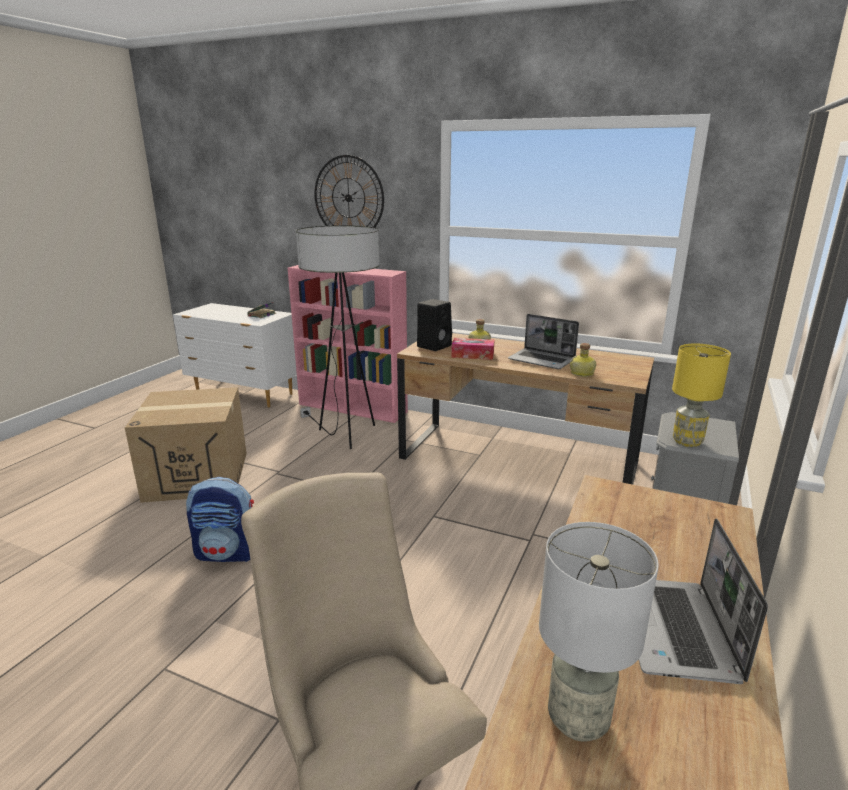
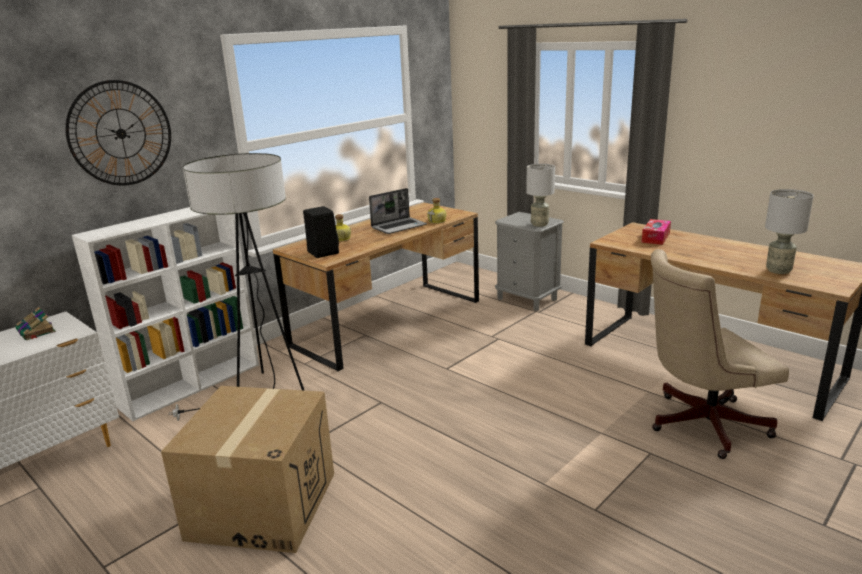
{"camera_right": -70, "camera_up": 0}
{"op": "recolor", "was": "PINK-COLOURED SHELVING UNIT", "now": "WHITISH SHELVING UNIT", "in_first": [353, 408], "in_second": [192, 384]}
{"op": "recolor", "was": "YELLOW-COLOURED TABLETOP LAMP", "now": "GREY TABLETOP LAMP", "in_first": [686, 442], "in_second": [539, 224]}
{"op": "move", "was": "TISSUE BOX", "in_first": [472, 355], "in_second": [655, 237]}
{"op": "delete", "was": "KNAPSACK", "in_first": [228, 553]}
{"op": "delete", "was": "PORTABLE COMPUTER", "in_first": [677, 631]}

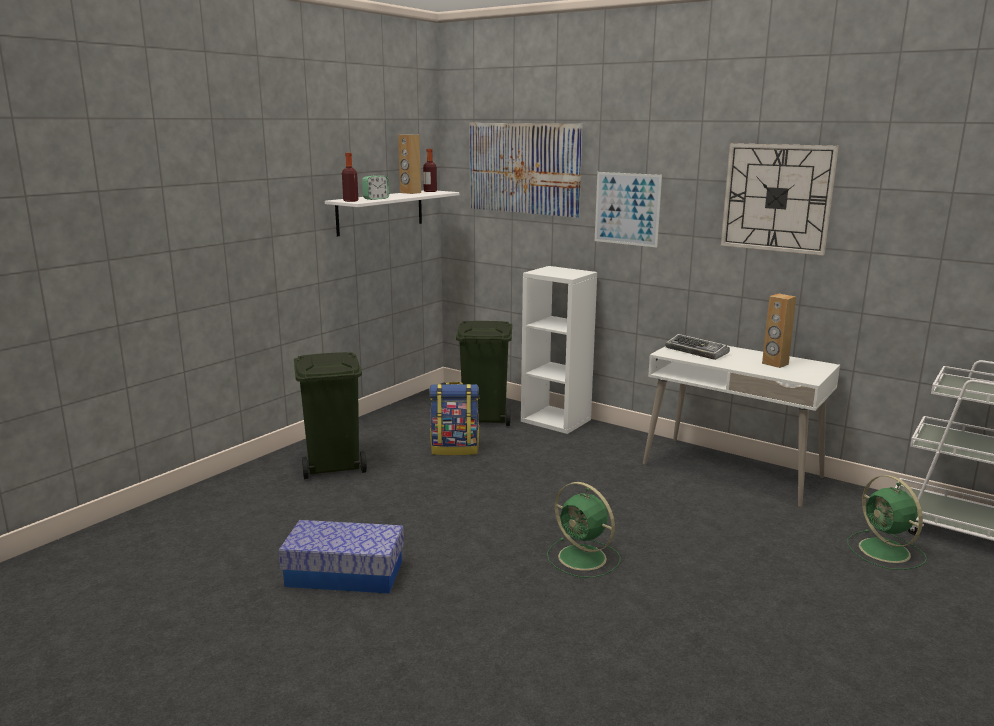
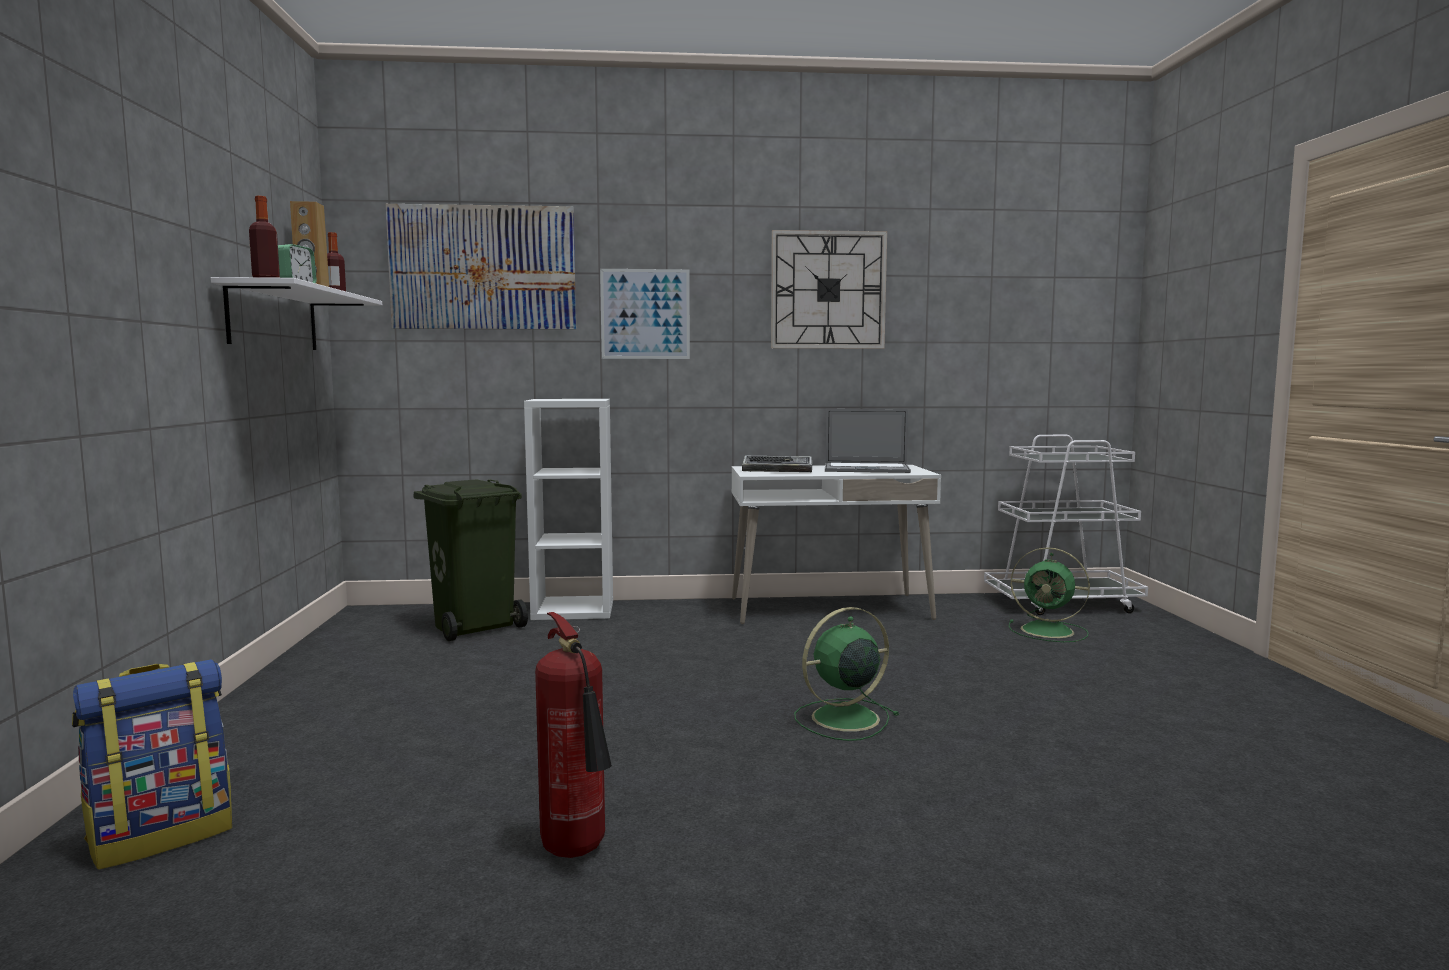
{"camera_right": -40, "camera_up": -10}
{"op": "move", "was": "KNAPSACK", "in_first": [455, 449], "in_second": [163, 835]}
{"op": "replace", "was": "STORAGE CONTAINER", "now": "EXTINGUISHER", "in_first": [345, 574], "in_second": [578, 852]}
{"op": "rotate", "was": "GREEN ELECTRIC FAN", "in_first": [584, 558], "in_second": [842, 719], "clockwise": 150}
{"op": "replace", "was": "BROWNISH AUDIO SPEAKER", "now": "PORTABLE COMPUTER", "in_first": [775, 364], "in_second": [866, 469]}
{"op": "delete", "was": "GREEN RUBBISH BIN", "in_first": [334, 465]}

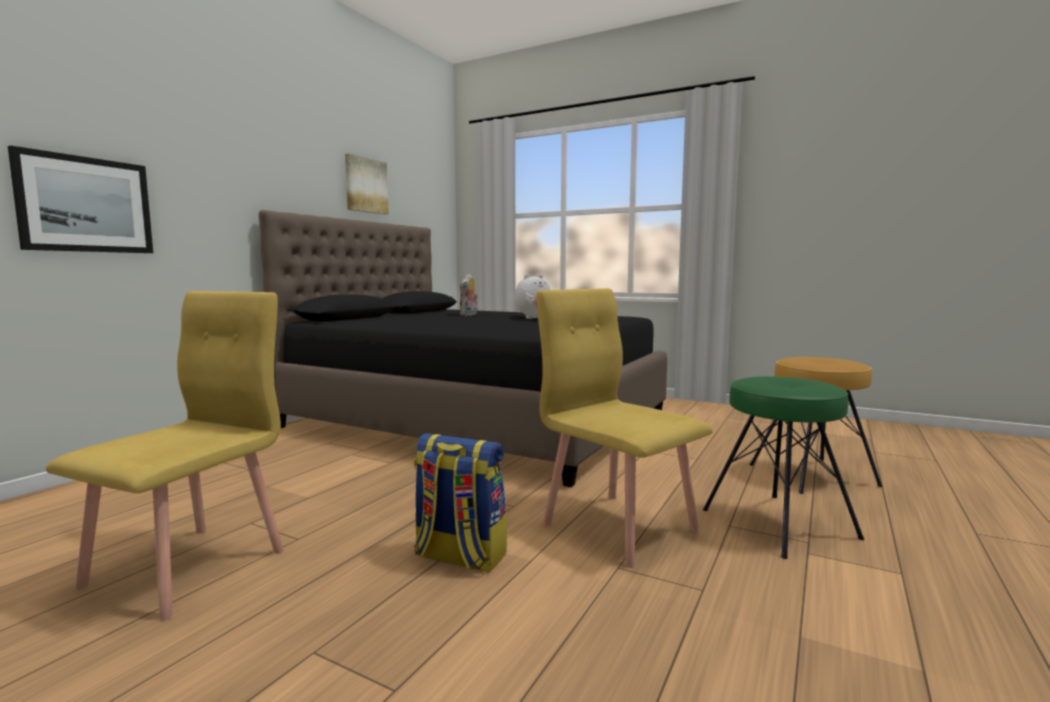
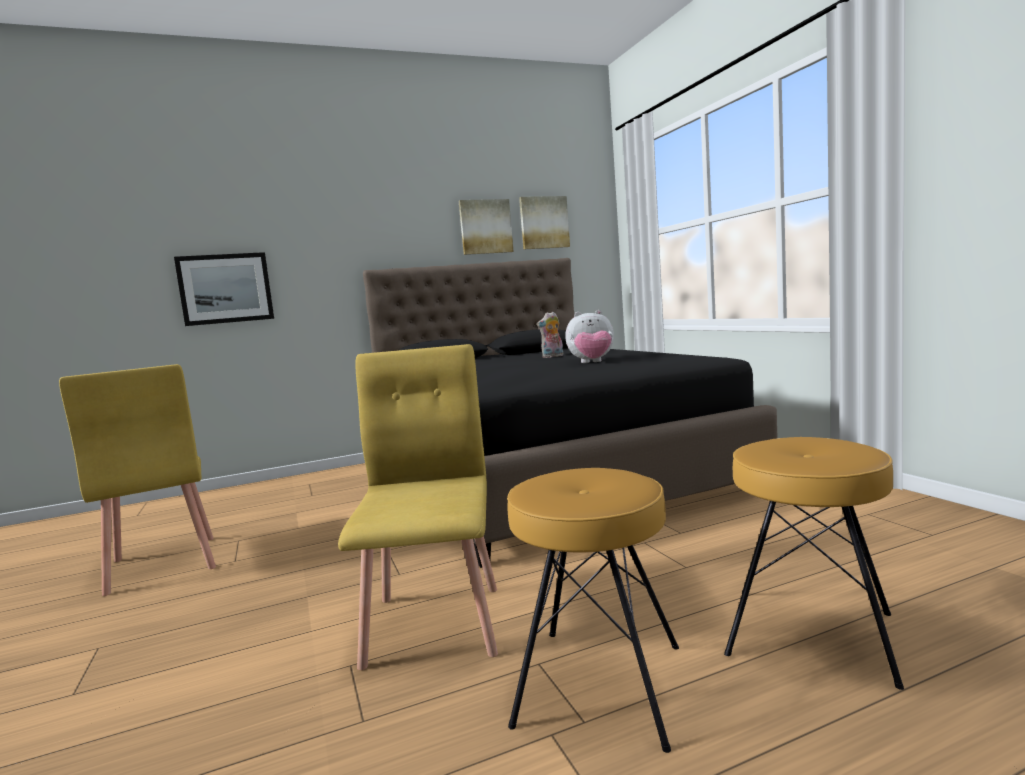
{"camera_right": 40, "camera_up": 0}
{"op": "rotate", "was": "YELLOW-COLOURED UPRIGHT CHAIR", "in_first": [189, 567], "in_second": [162, 565], "clockwise": 90}
{"op": "recolor", "was": "GREEN STOOL SEAT", "now": "BROWNISH STOOL SEAT", "in_first": [778, 524], "in_second": [598, 684]}
{"op": "insert", "now": "WALL PICTURE", "in_second": [544, 222]}
{"op": "delete", "was": "KNAPSACK", "in_first": [459, 557]}

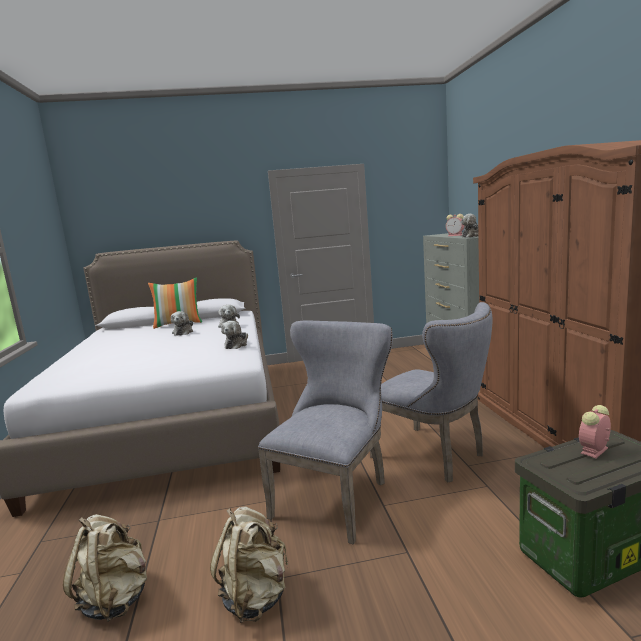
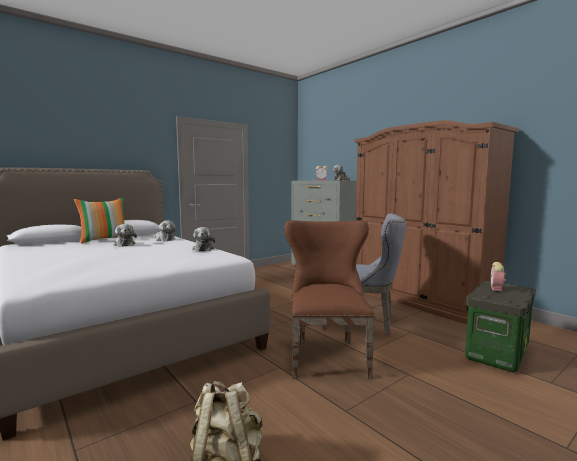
{"camera_right": -30, "camera_up": -5}
{"op": "recolor", "was": "GREY UPRIGHT CHAIR", "now": "BROWNISH UPRIGHT CHAIR", "in_first": [336, 496], "in_second": [327, 354]}
{"op": "delete", "was": "BEIGE-COLOURED KNAPSACK", "in_first": [256, 596]}

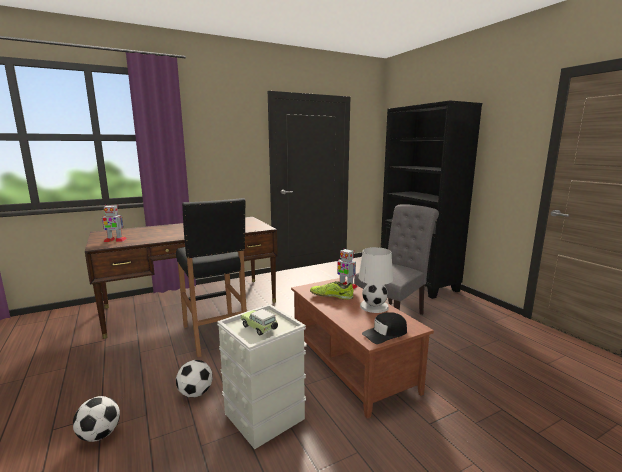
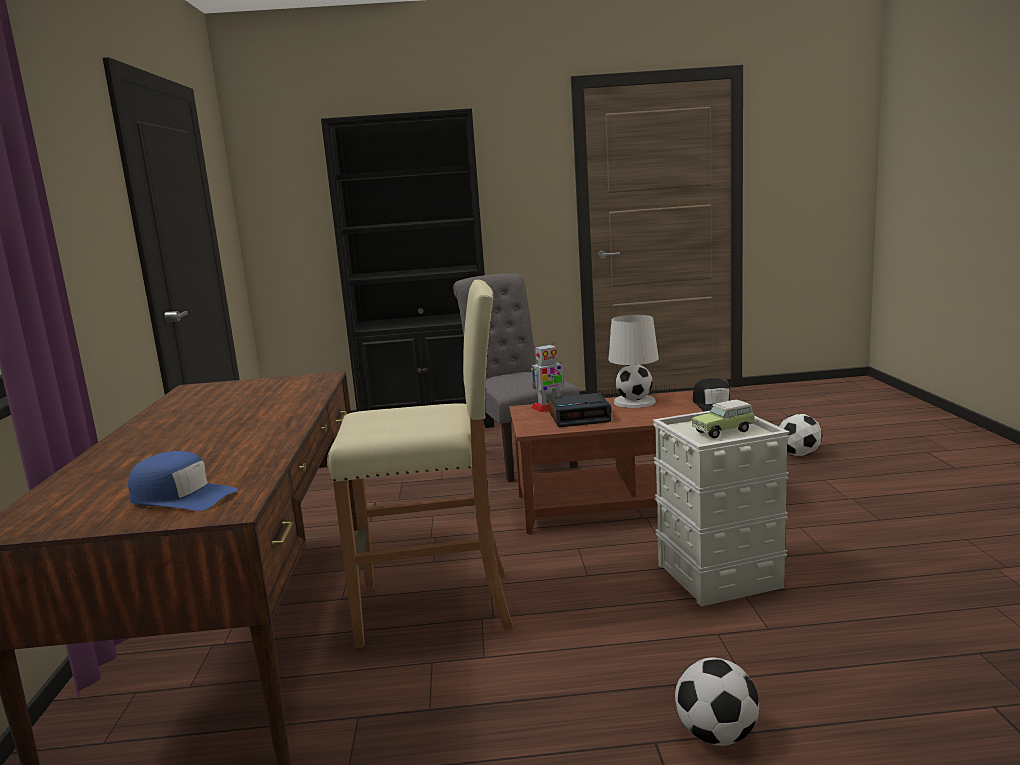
{"camera_right": -65, "camera_up": 0}
{"op": "replace", "was": "TOY ROBOT", "now": "BLUISH BASEBALL CAP", "in_first": [115, 240], "in_second": [182, 497]}
{"op": "recolor", "was": "BLACK STOOL SEAT", "now": "BEIGE-COLOURED STOOL SEAT", "in_first": [215, 335], "in_second": [437, 607]}
{"op": "replace", "was": "SHOE", "now": "TABLE CLOCK", "in_first": [331, 296], "in_second": [579, 417]}
{"op": "move", "was": "BALL FOR FOOTBALL", "in_first": [195, 393], "in_second": [799, 454]}

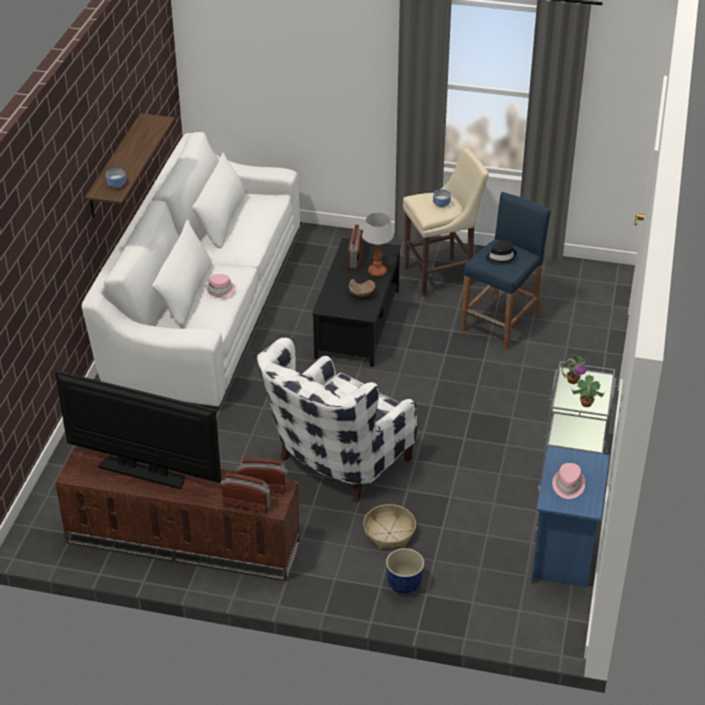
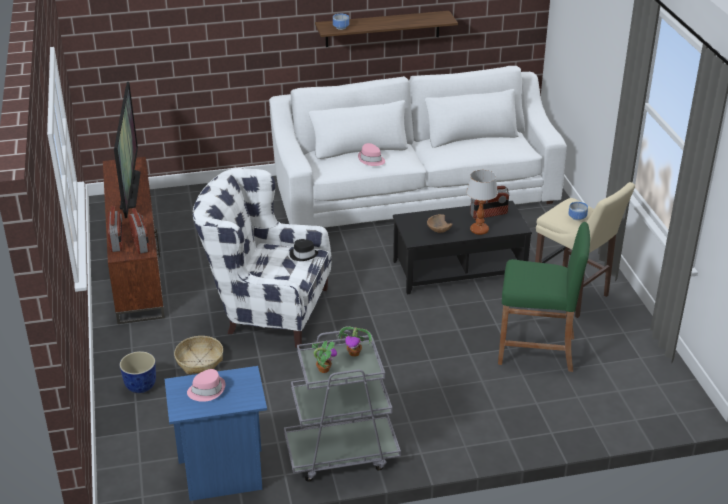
{"camera_right": 65, "camera_up": -5}
{"op": "move", "was": "BLACK WEARABLE HAT", "in_first": [501, 257], "in_second": [303, 255]}
{"op": "recolor", "was": "BLUISH STOOL SEAT", "now": "GREEN STOOL SEAT", "in_first": [501, 322], "in_second": [536, 350]}

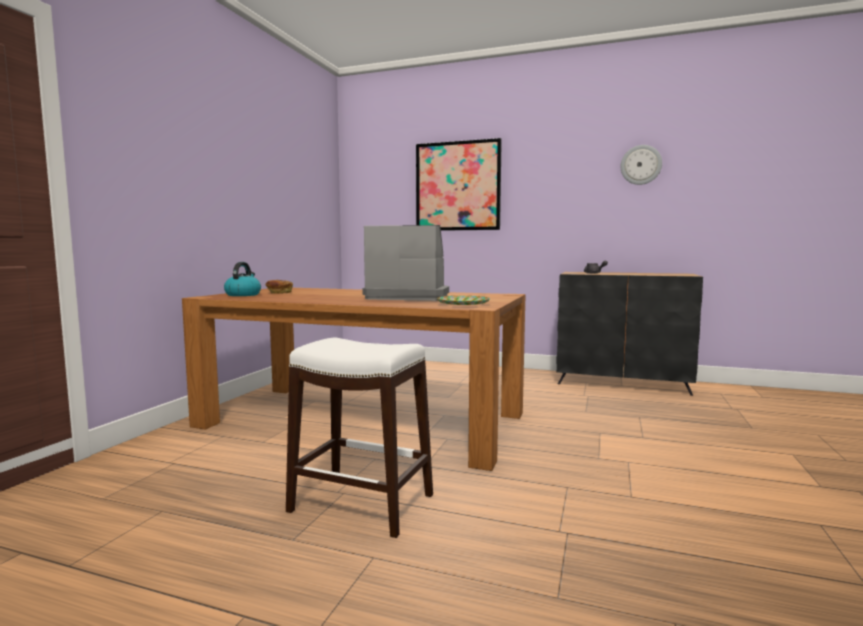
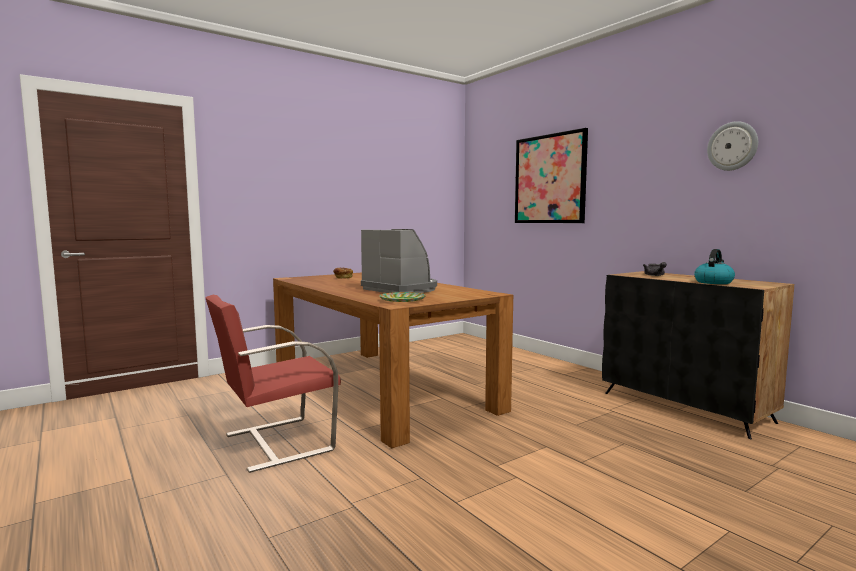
{"camera_right": 35, "camera_up": 0}
{"op": "replace", "was": "WHITISH STOOL SEAT", "now": "RED UPRIGHT CHAIR", "in_first": [361, 503], "in_second": [276, 442]}
{"op": "move", "was": "KETTLE", "in_first": [243, 295], "in_second": [713, 282]}

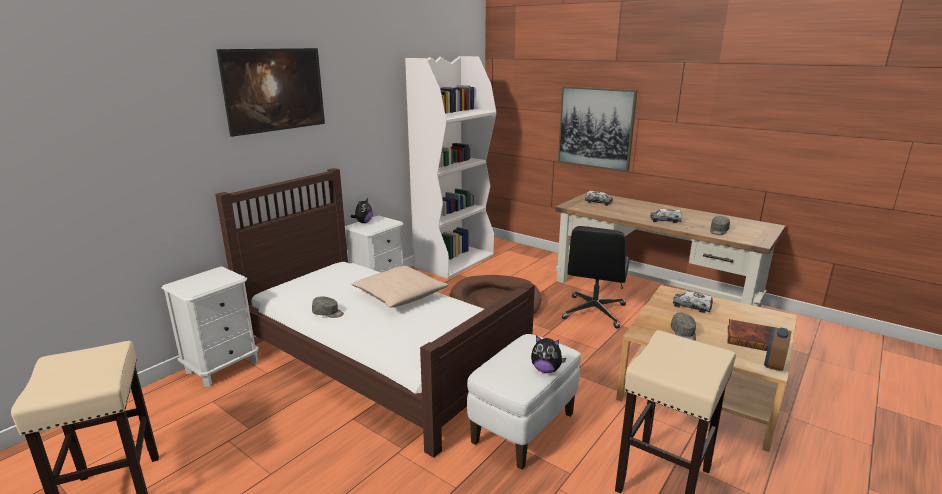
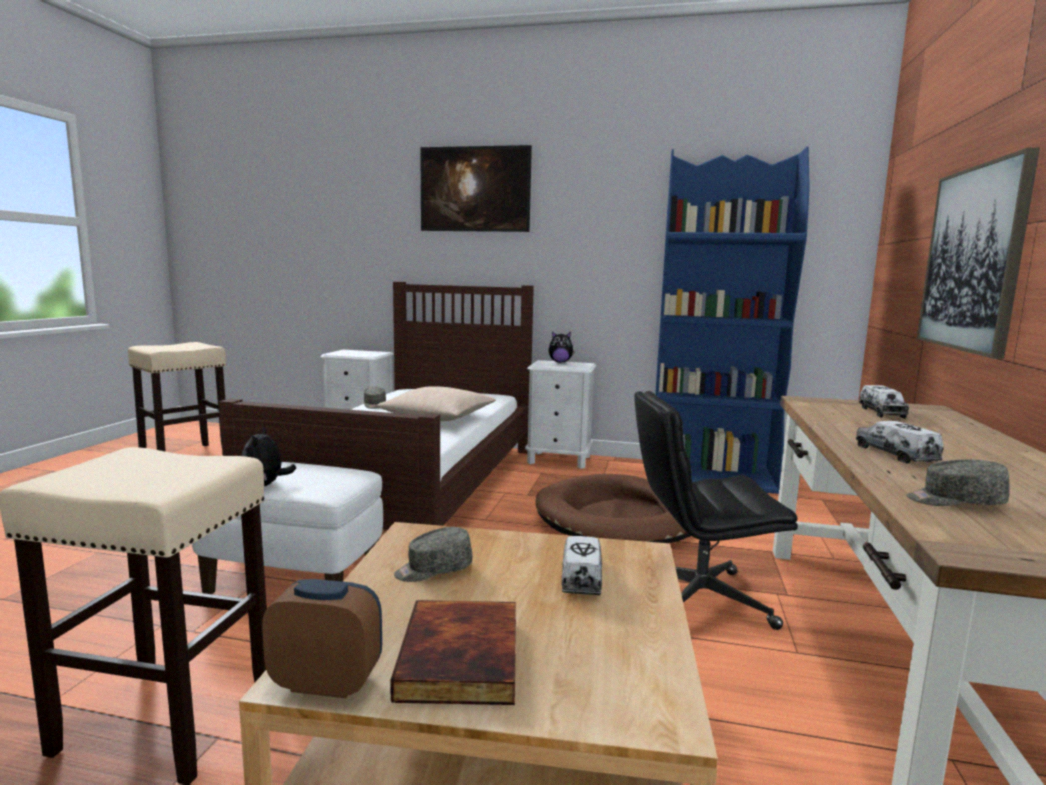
{"camera_right": 65, "camera_up": -10}
{"op": "recolor", "was": "WHITISH SHELVING UNIT", "now": "BLUISH SHELVING UNIT", "in_first": [455, 261], "in_second": [711, 476]}

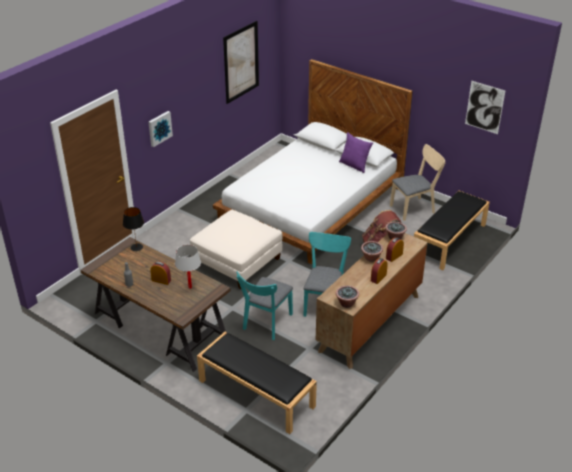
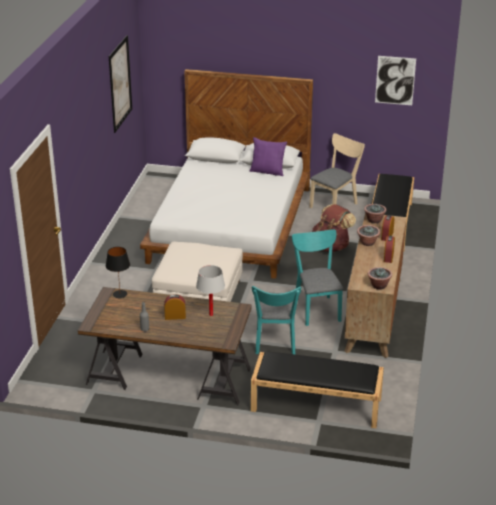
{"camera_right": -25, "camera_up": -5}
{"op": "delete", "was": "WALL PICTURE", "in_first": [159, 128]}

